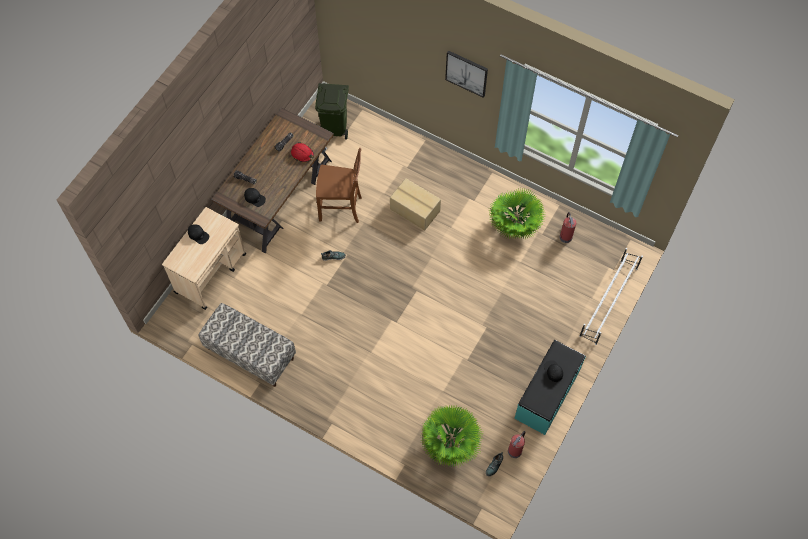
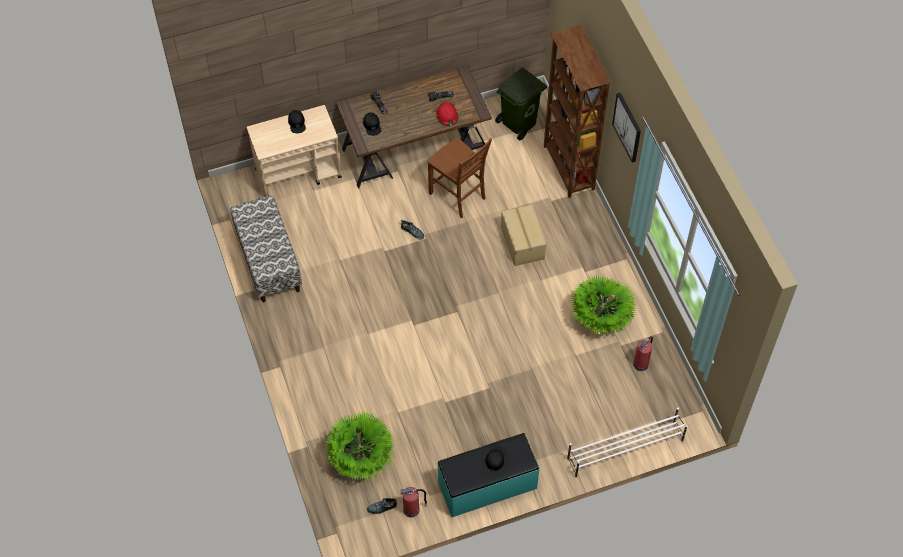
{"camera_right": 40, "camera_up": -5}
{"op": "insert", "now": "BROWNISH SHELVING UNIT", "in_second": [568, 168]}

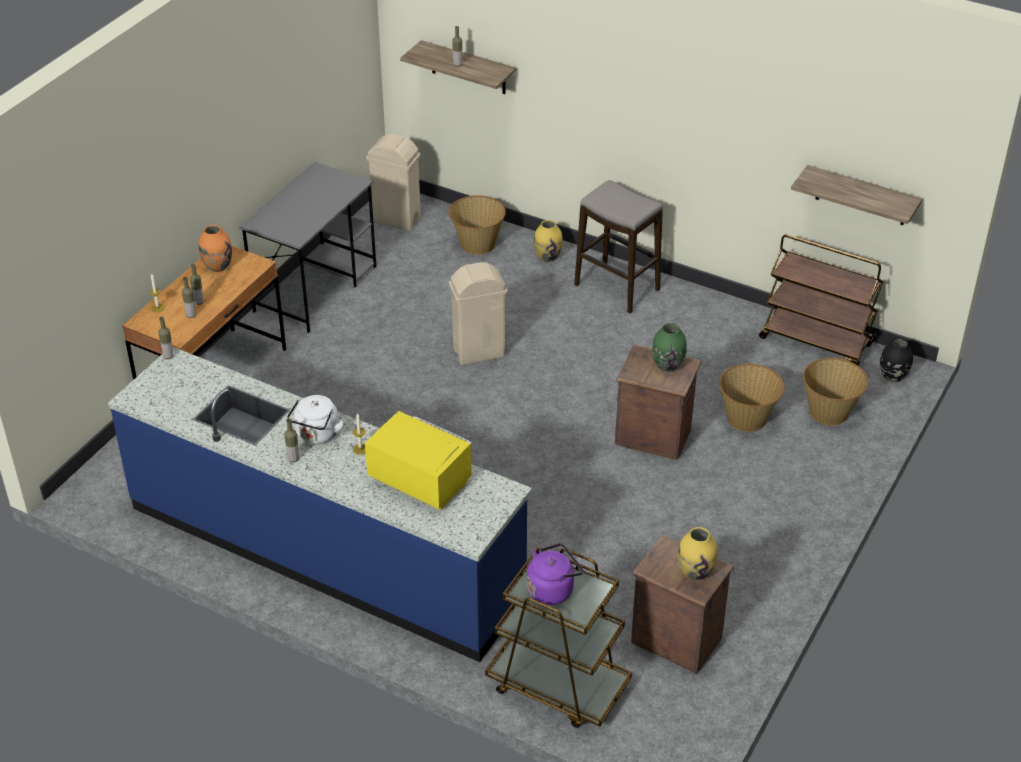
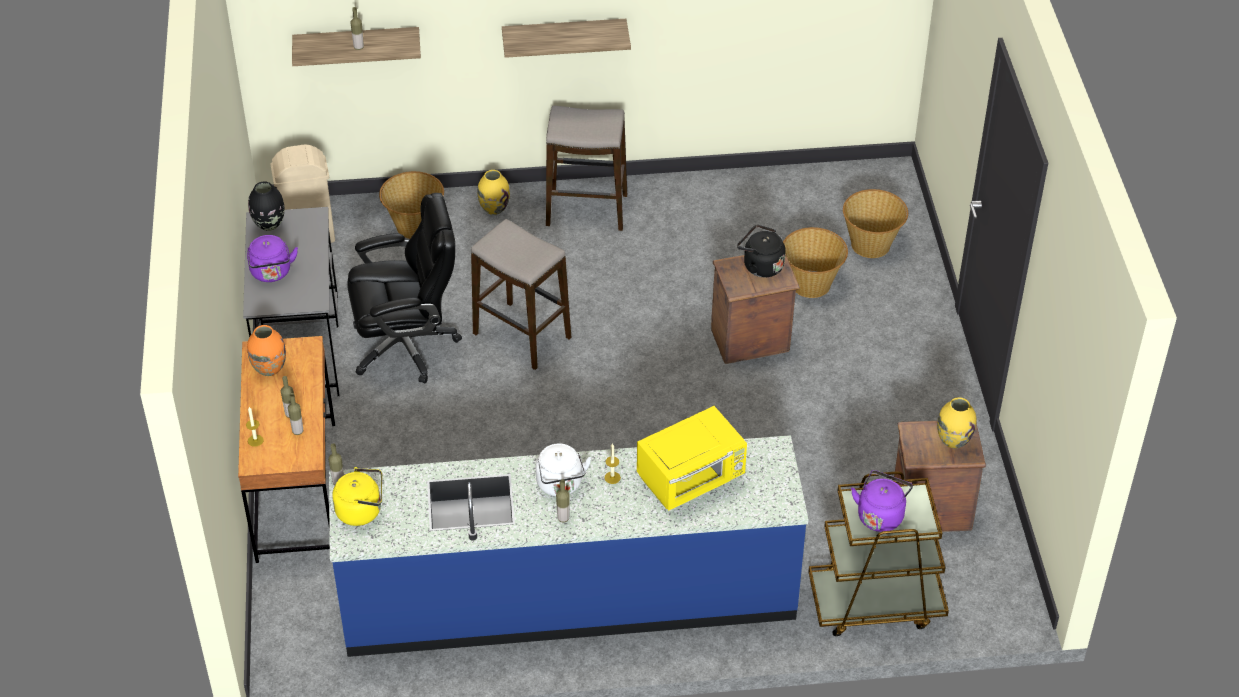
{"camera_right": -35, "camera_up": 5}
{"op": "insert", "now": "PURPLISH KETTLE", "in_second": [272, 273]}
{"op": "move", "was": "BLACK VASE", "in_first": [893, 376], "in_second": [269, 224]}
{"op": "insert", "now": "YELLOW-COLOURED KETTLE", "in_second": [362, 511]}
{"op": "insert", "now": "BLACK OFFICE CHAIR", "in_second": [407, 345]}
{"op": "replace", "was": "BEIGE-COLOURED RUBBISH BIN", "now": "STOOL SEAT", "in_first": [478, 353], "in_second": [522, 336]}
{"op": "move", "was": "WALL SHELF", "in_first": [861, 196], "in_second": [564, 37]}
{"op": "rotate", "was": "YELLOW-COLOURED MICROWAVE", "in_first": [419, 480], "in_second": [692, 479], "clockwise": 150}
{"op": "replace", "was": "GREEN VASE", "now": "BLACK KETTLE", "in_first": [668, 365], "in_second": [760, 266]}
{"op": "delete", "was": "BROWNISH WHEELED CART", "in_first": [816, 342]}

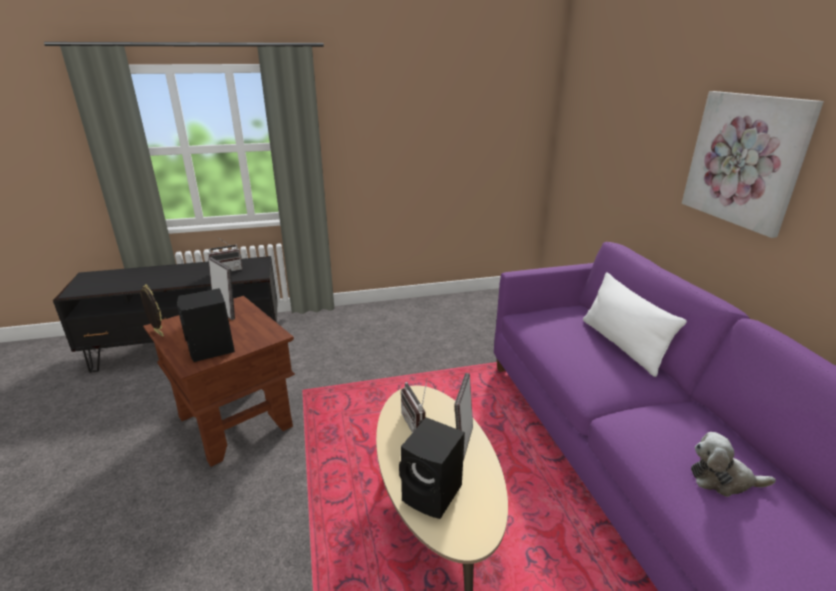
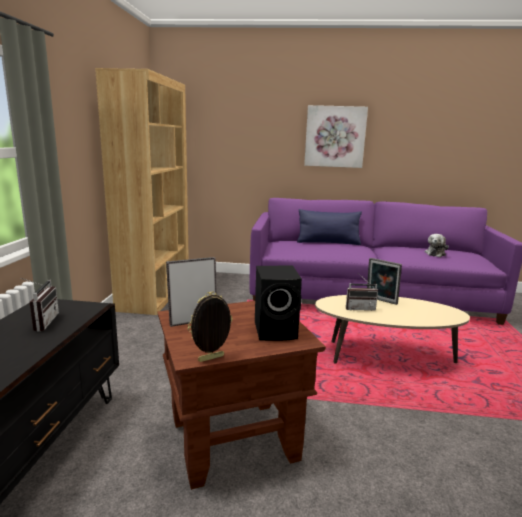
{"camera_right": -70, "camera_up": -10}
{"op": "insert", "now": "BROWNISH SHELVING UNIT", "in_second": [155, 294]}
{"op": "recolor", "was": "WHITISH CUSHION", "now": "BLUISH CUSHION", "in_first": [622, 345], "in_second": [328, 242]}
{"op": "delete", "was": "BLACK AUDIO SPEAKER", "in_first": [433, 494]}

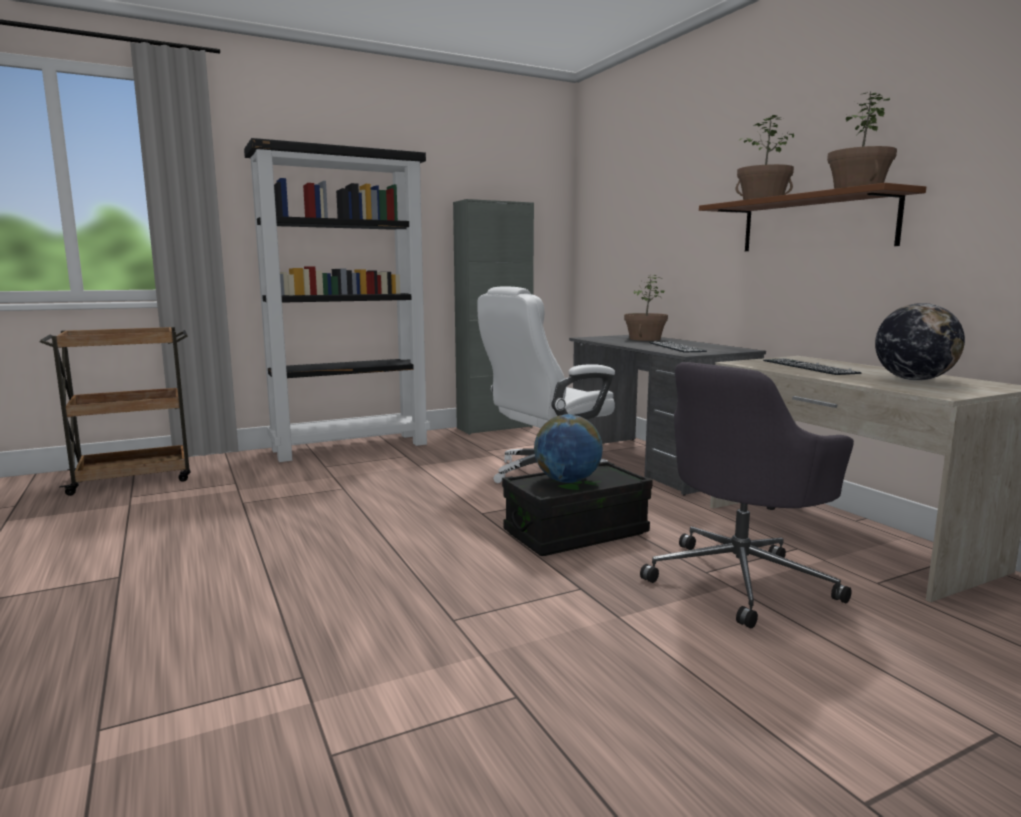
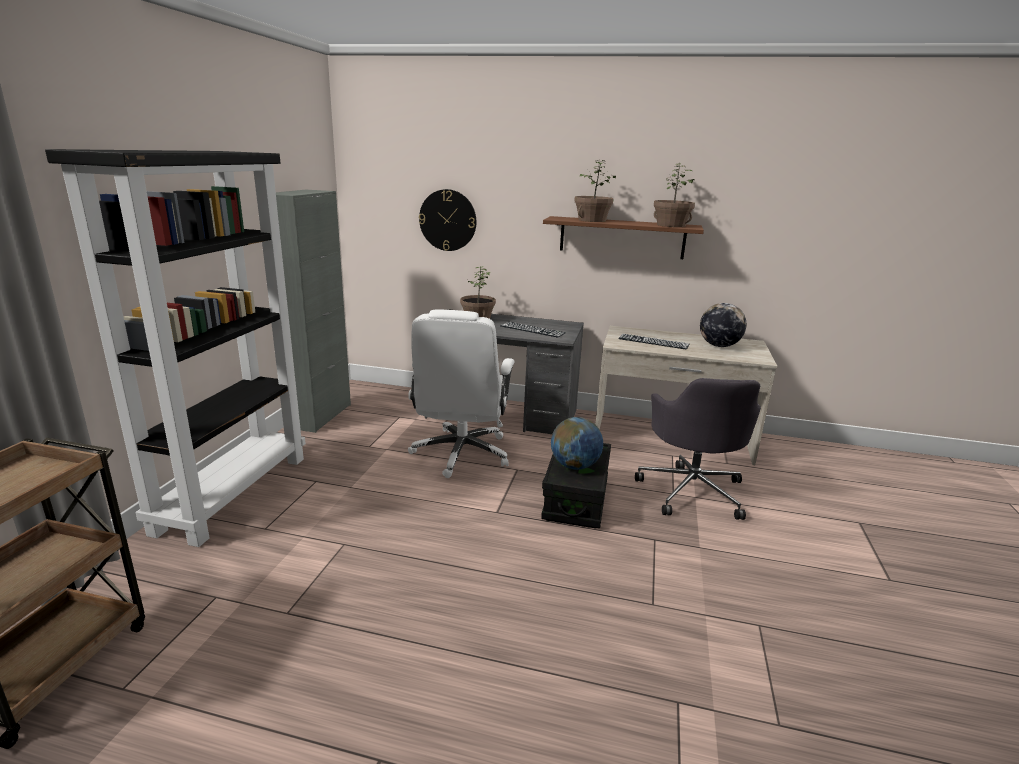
{"camera_right": -50, "camera_up": 10}
{"op": "insert", "now": "HANGING CLOCK", "in_second": [448, 220]}

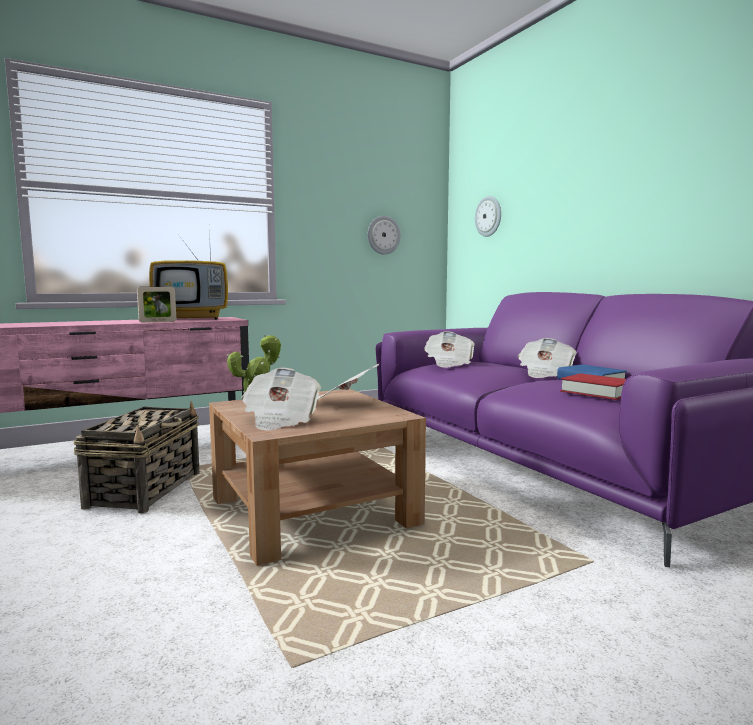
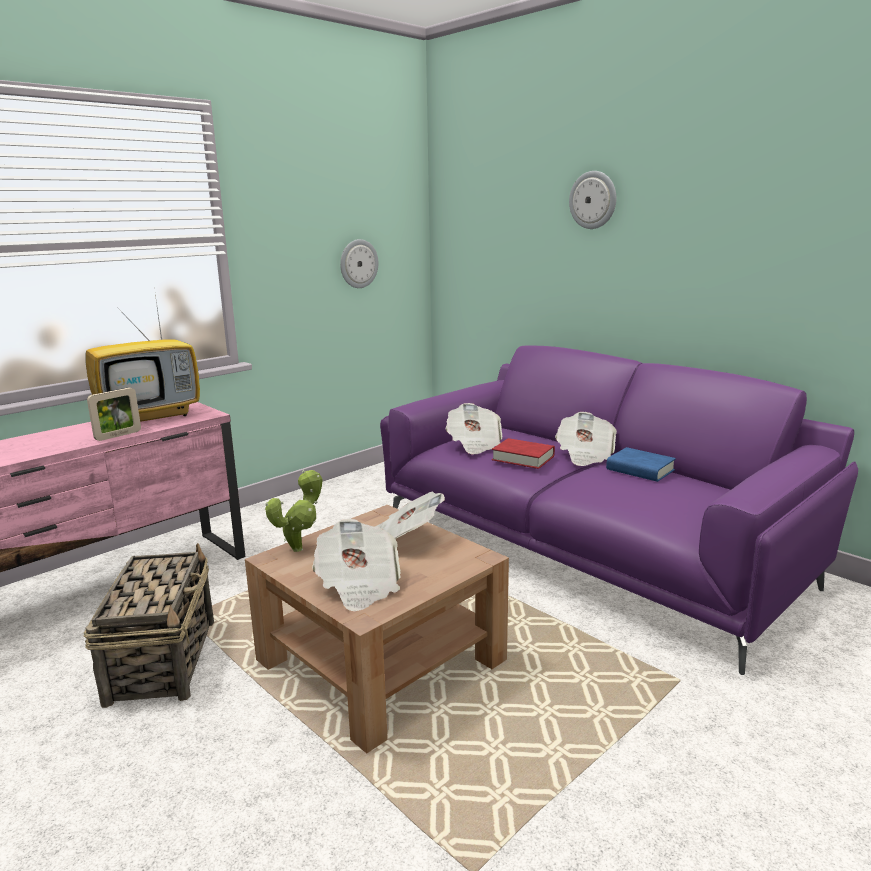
{"camera_right": -15, "camera_up": 10}
{"op": "move", "was": "RED BOUND BOOK", "in_first": [597, 392], "in_second": [523, 458]}
{"op": "move", "was": "HANGING CLOCK", "in_first": [488, 216], "in_second": [593, 200]}

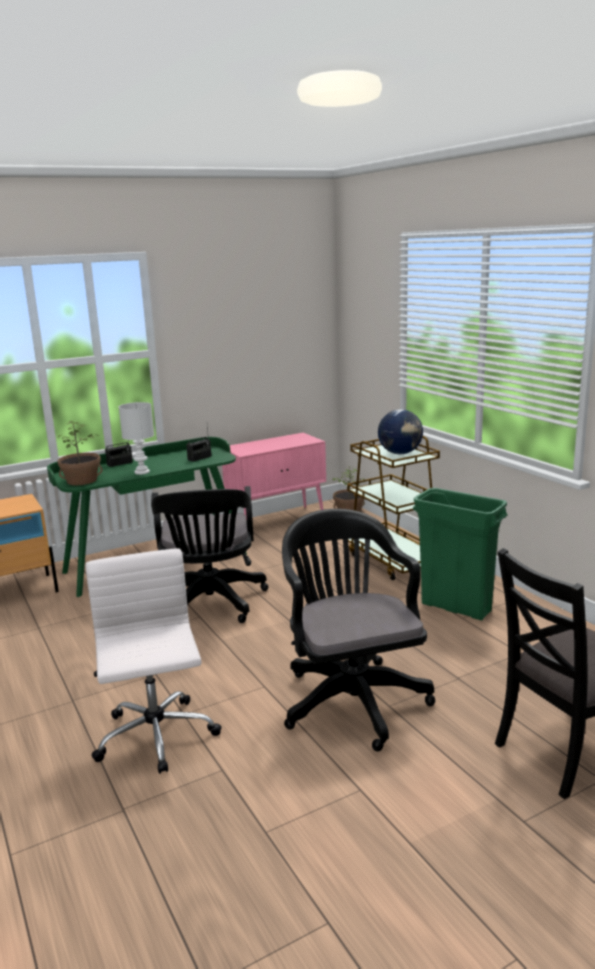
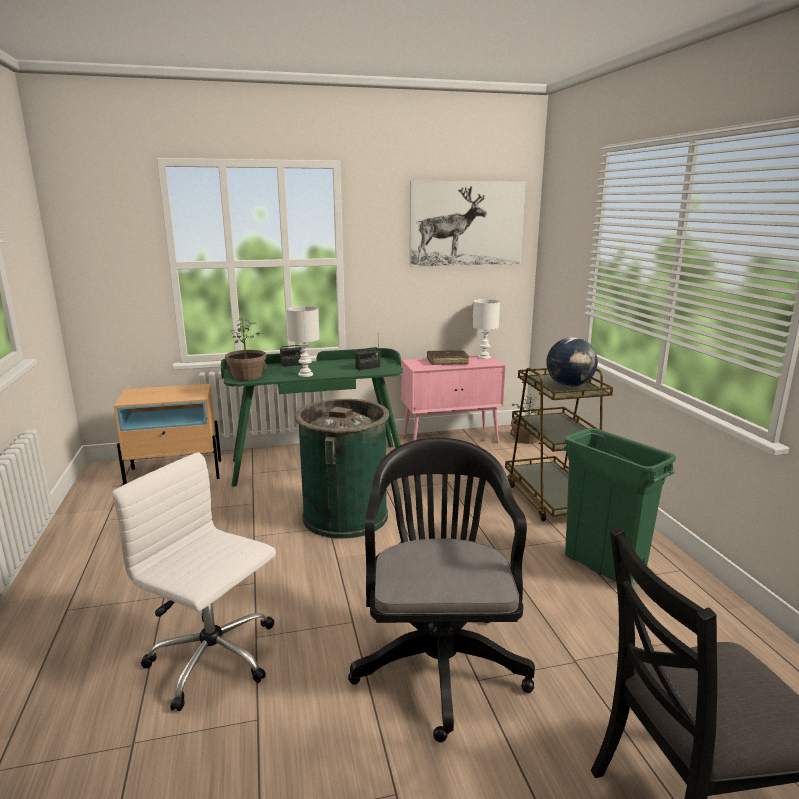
{"camera_right": 15, "camera_up": 0}
{"op": "rotate", "was": "WHITISH OFFICE CHAIR", "in_first": [156, 737], "in_second": [214, 659], "clockwise": -60}
{"op": "replace", "was": "BLACK OFFICE CHAIR", "now": "GREEN RUBBISH BIN", "in_first": [210, 604], "in_second": [345, 516]}
{"op": "insert", "now": "WALL PICTURE", "in_second": [466, 223]}
{"op": "insert", "now": "BROWNISH BOUND BOOK", "in_second": [447, 361]}
{"op": "insert", "now": "WHITISH TABLETOP LAMP", "in_second": [483, 357]}

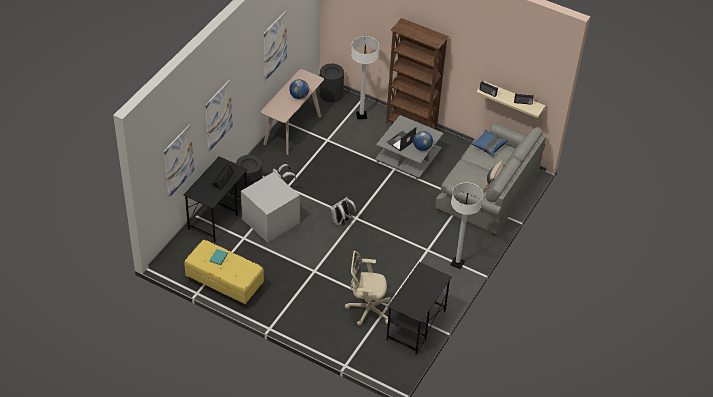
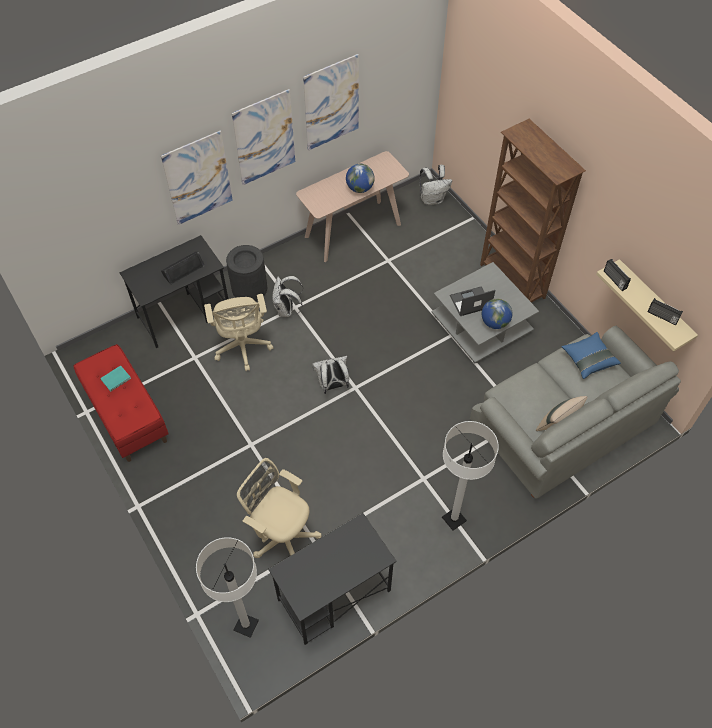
{"camera_right": 30, "camera_up": 10}
{"op": "recolor", "was": "YELLOW-COLOURED BENCH", "now": "RED BENCH", "in_first": [224, 285], "in_second": [126, 415]}
{"op": "move", "was": "WHITISH FLOOR LAMP", "in_first": [361, 115], "in_second": [246, 625]}
{"op": "replace", "was": "GREY STORAGE CONTAINER", "now": "BEIGE-COLOURED OFFICE CHAIR", "in_first": [270, 221], "in_second": [243, 347]}
{"op": "move", "was": "WALL PICTURE", "in_first": [179, 160], "in_second": [264, 138]}
{"op": "replace", "was": "BLACK RUBBISH BIN", "now": "WHITISH KNAPSACK", "in_first": [331, 94], "in_second": [432, 199]}

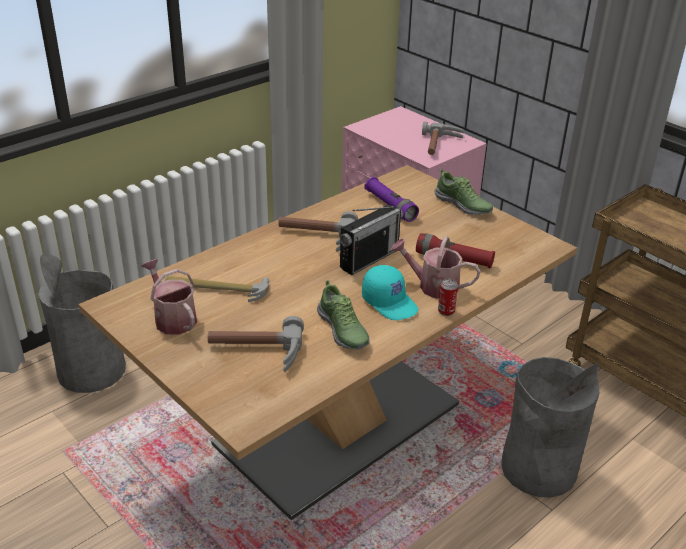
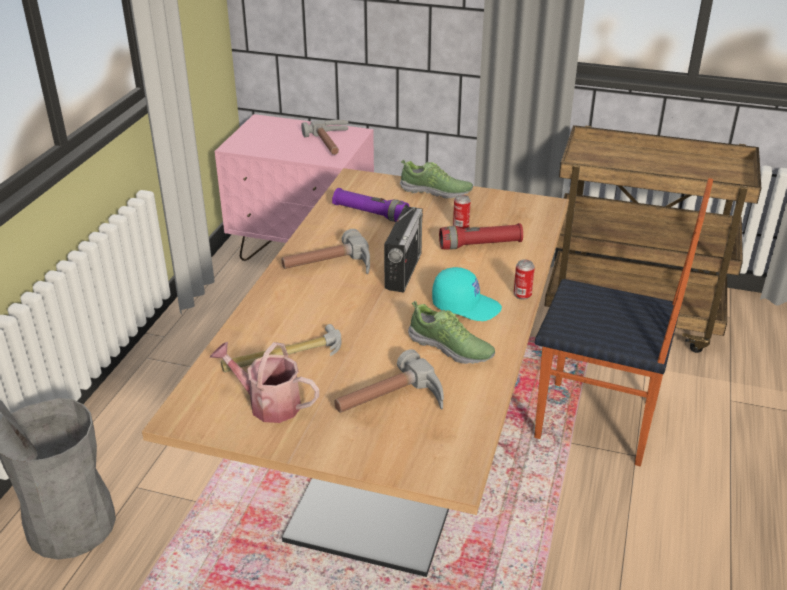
{"camera_right": -30, "camera_up": 0}
{"op": "insert", "now": "SEALED CAN", "in_second": [461, 227]}
{"op": "replace", "was": "GREY RUBBISH BIN", "now": "UPRIGHT CHAIR", "in_first": [538, 468], "in_second": [596, 424]}
{"op": "delete", "was": "WATERING POT", "in_first": [433, 286]}

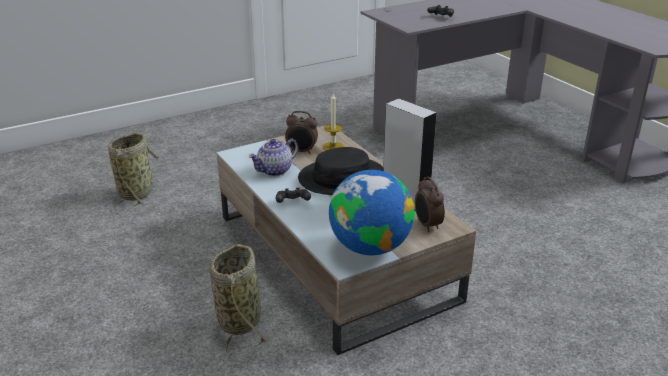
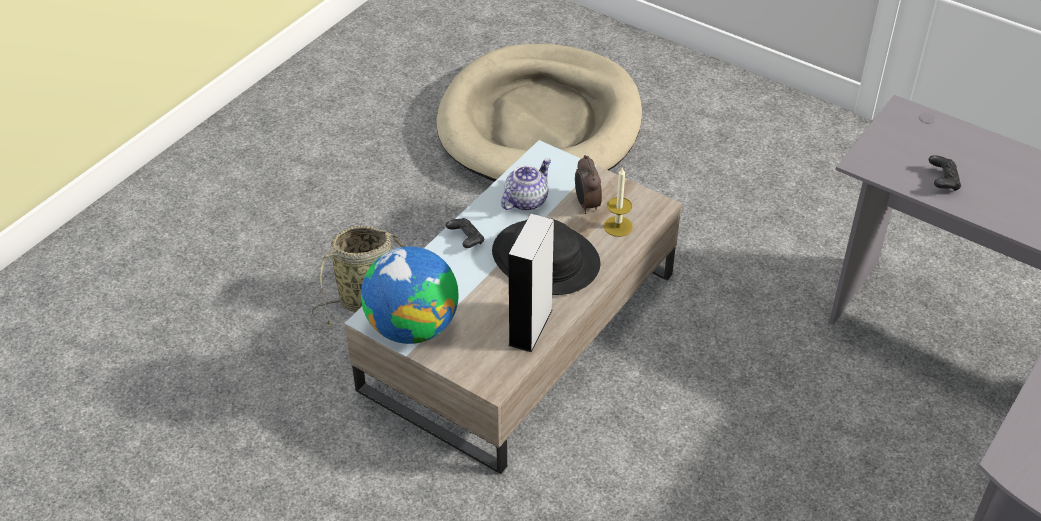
{"camera_right": 65, "camera_up": 15}
{"op": "replace", "was": "HOUSEHOLD BASKET", "now": "BEIGE-COLOURED DOG BED", "in_first": [137, 192], "in_second": [540, 123]}
{"op": "rotate", "was": "POT FOR TEA", "in_first": [275, 170], "in_second": [526, 200], "clockwise": 105}
{"op": "delete", "was": "TABLE CLOCK", "in_first": [427, 225]}

